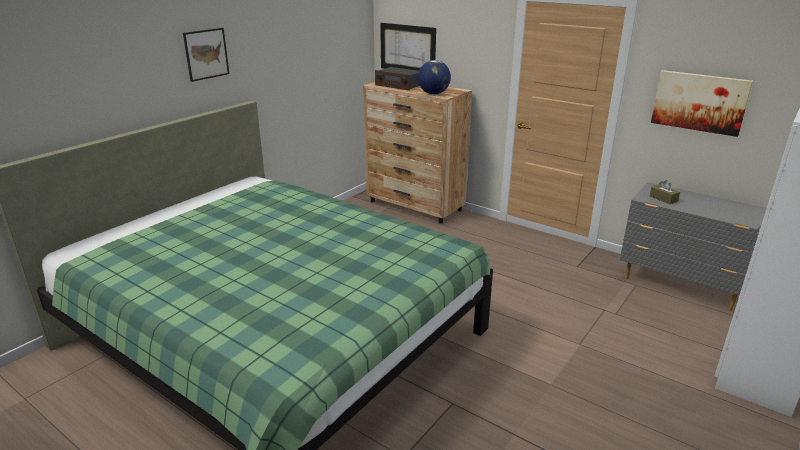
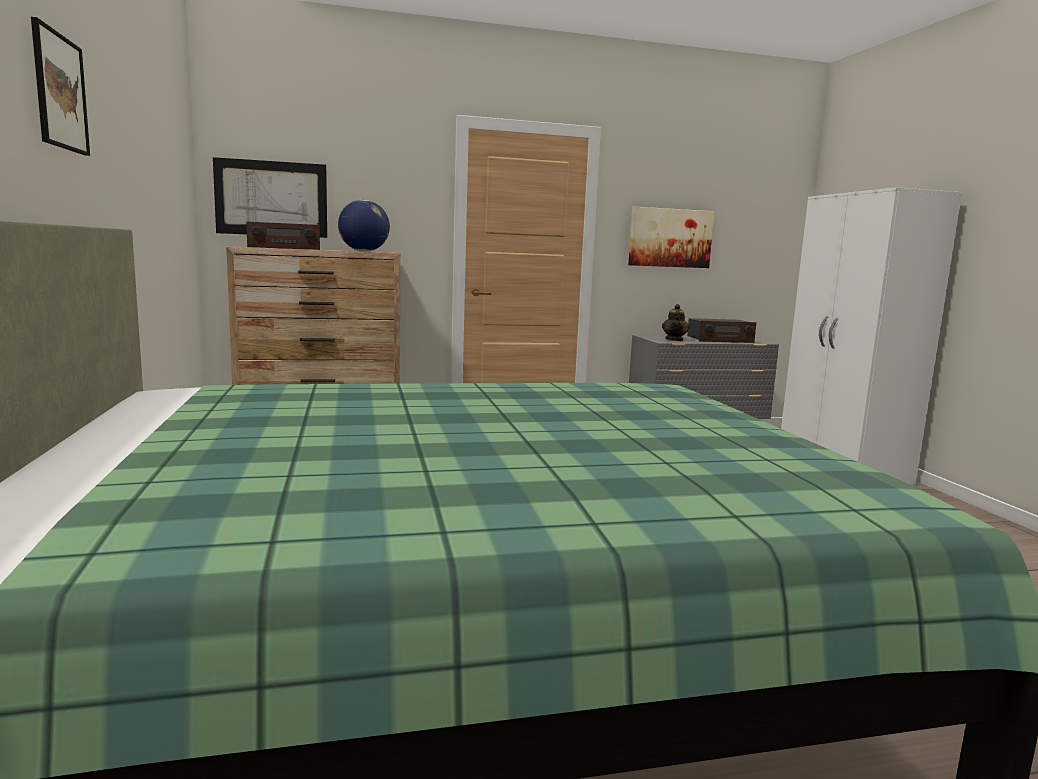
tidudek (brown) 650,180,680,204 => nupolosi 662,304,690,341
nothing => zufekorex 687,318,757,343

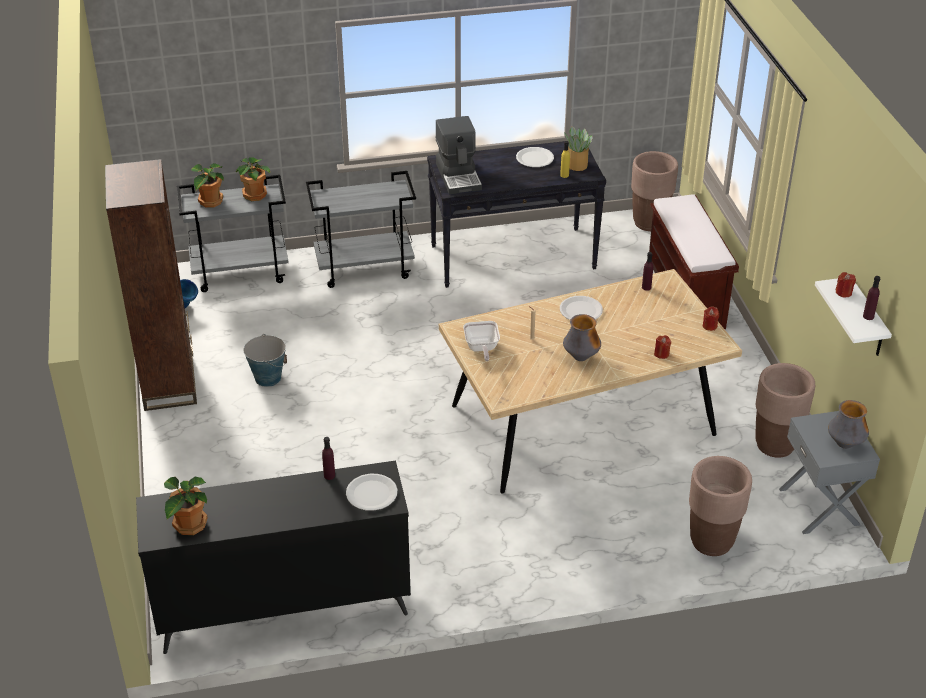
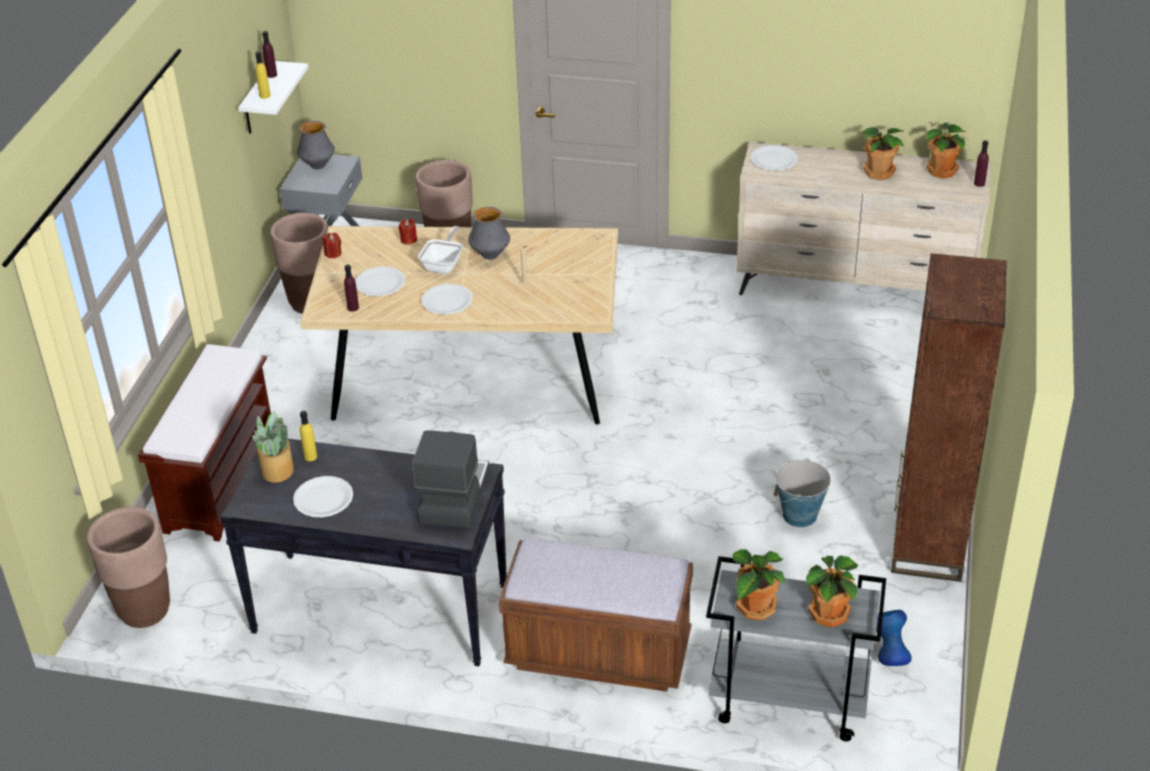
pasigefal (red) 836,272,856,297 => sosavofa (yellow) 255,51,270,99
nothing => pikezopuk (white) 355,266,405,296
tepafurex 463,321,500,361 => tepafurex 418,226,463,274, shifted
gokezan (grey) 306,171,416,288 => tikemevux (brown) 499,538,693,691
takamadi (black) 136,461,411,654 => takamadi (beige) 737,142,991,295
nothing => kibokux 859,127,904,181
sosavofa (purple) 322,437,335,480 => sosavofa (purple) 974,140,989,187, shifted

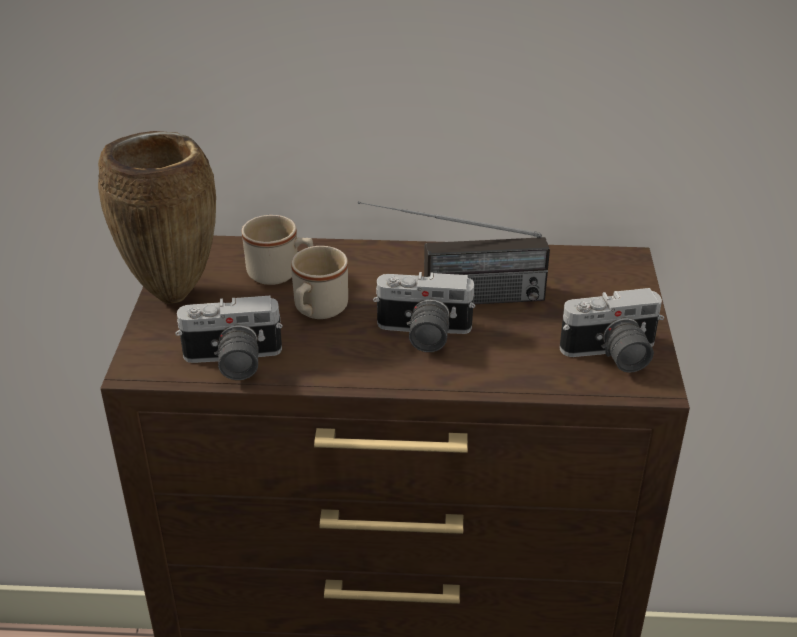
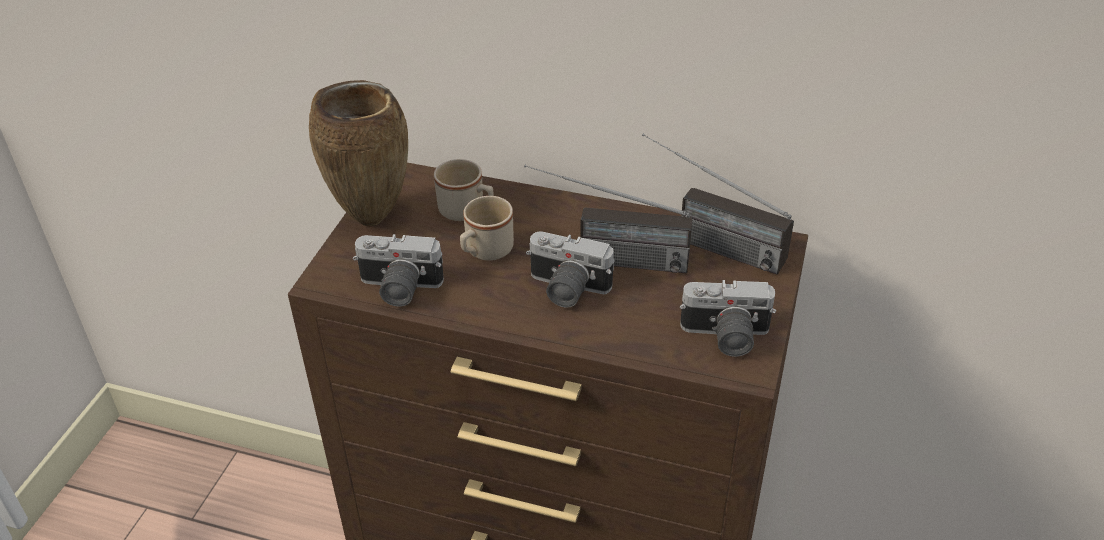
nothing => zufekorex 642,134,794,275

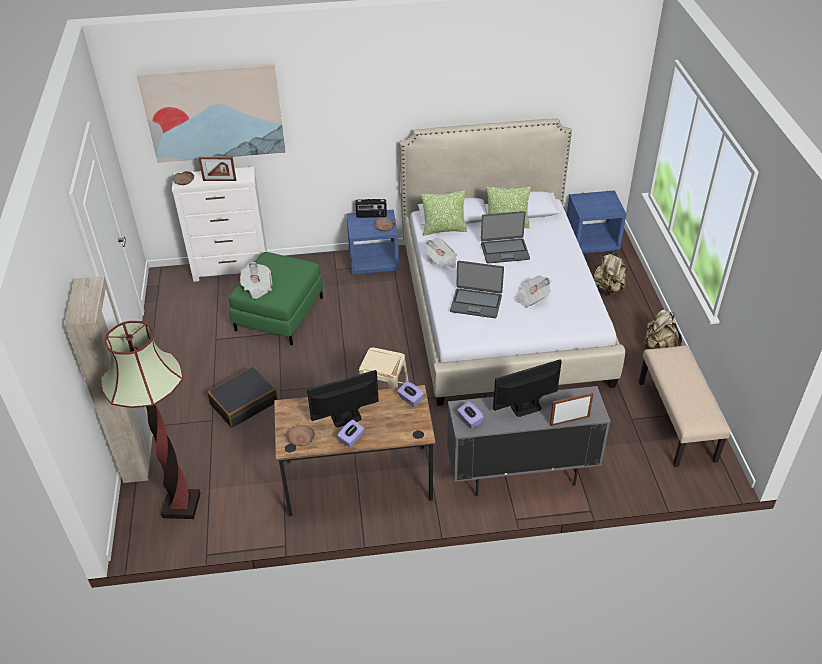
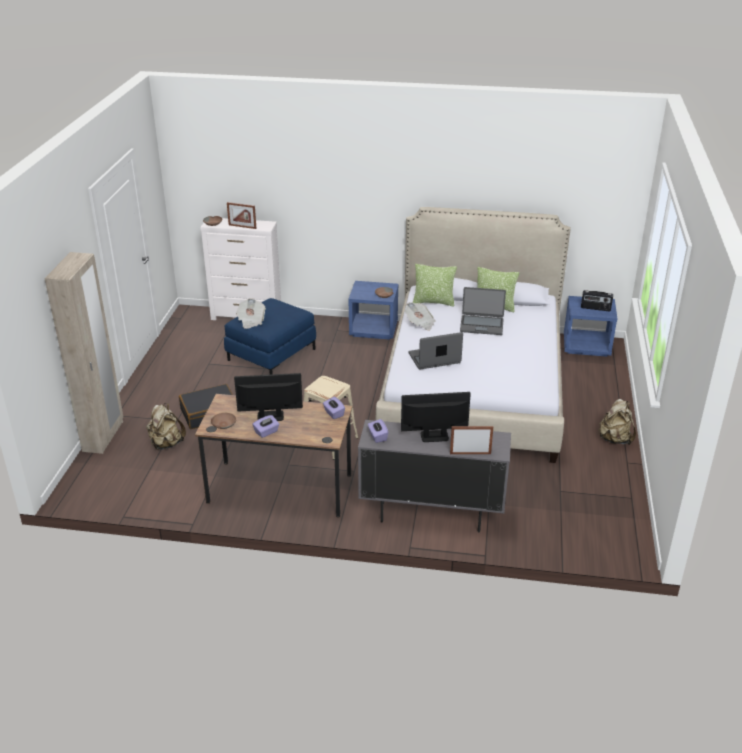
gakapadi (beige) 593,251,626,296 => gakapadi (beige) 146,403,186,450, shifted
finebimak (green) 229,252,323,345 => finebimak (blue) 224,298,316,375
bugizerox 450,261,504,318 => bugizerox 409,332,463,370, 135 degrees clockwise
zufekorex 355,199,387,218 => zufekorex 581,290,613,311, shifted
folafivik 101,321,201,519 => nothing
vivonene 137,63,285,163 => nothing
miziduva 513,275,551,308 => nothing
tikemevux (beige) 639,345,730,467 => nothing

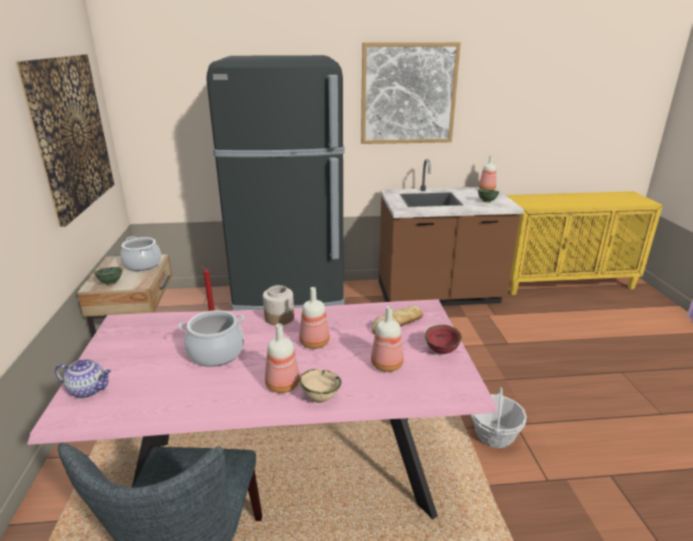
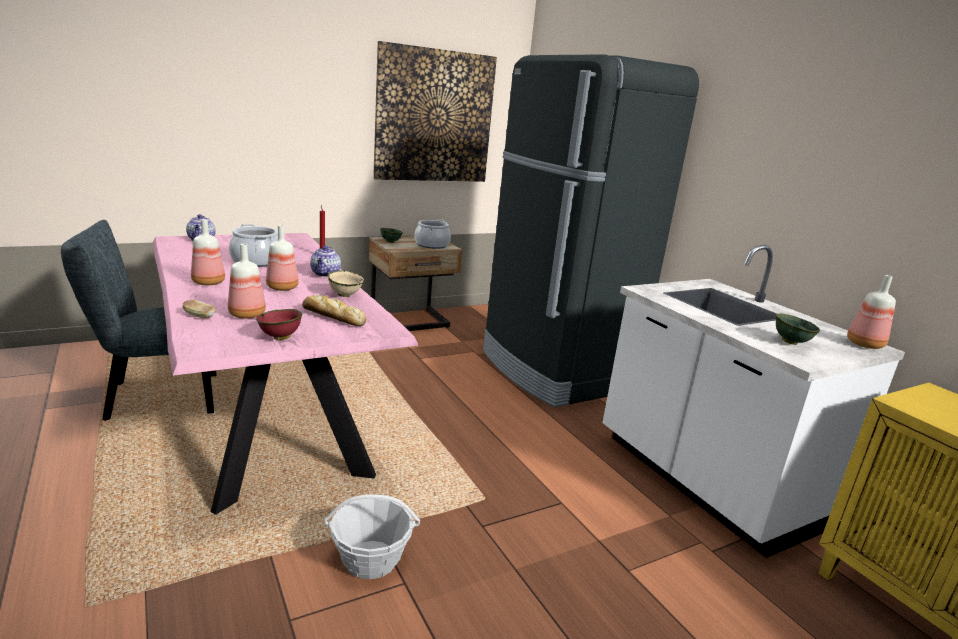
nothing => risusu 182,300,216,318
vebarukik 263,285,294,325 => nupolosi 310,246,341,277
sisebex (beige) 300,369,341,403 => sisebex (beige) 327,270,364,297, shifted
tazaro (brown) 379,159,524,306 => tazaro (white) 602,245,905,558
vivonene 361,42,461,144 => nothing

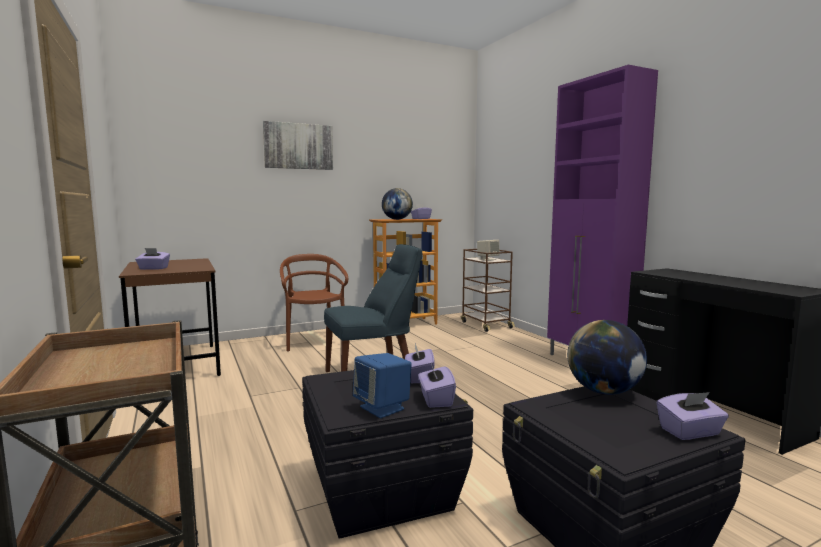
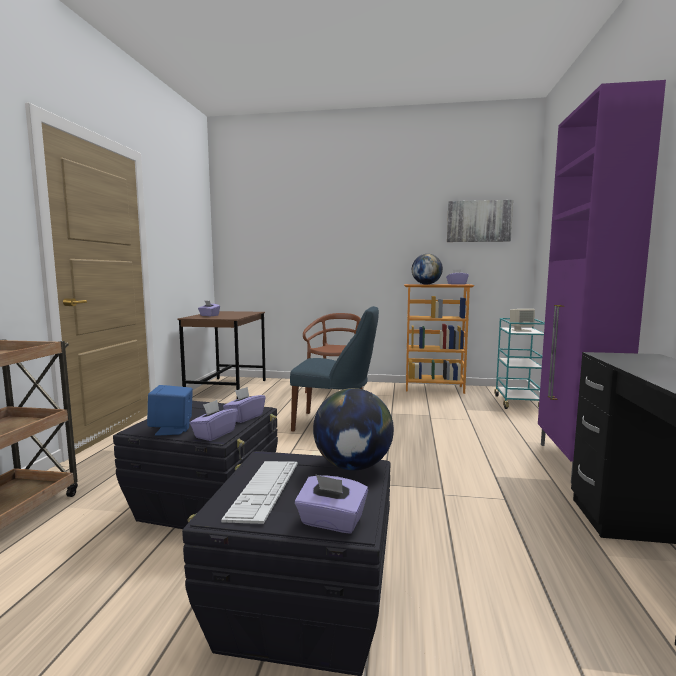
nothing => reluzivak 221,461,298,524
vivonene 263,121,333,170 => vivonene 447,200,513,242, shifted
gokezan (brown) 461,249,515,332 => gokezan (turquoise) 494,318,545,409

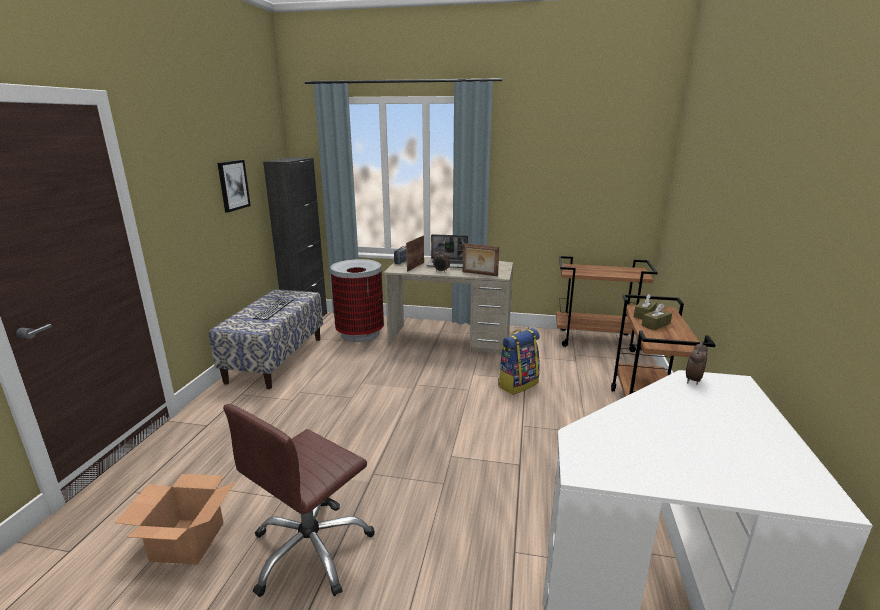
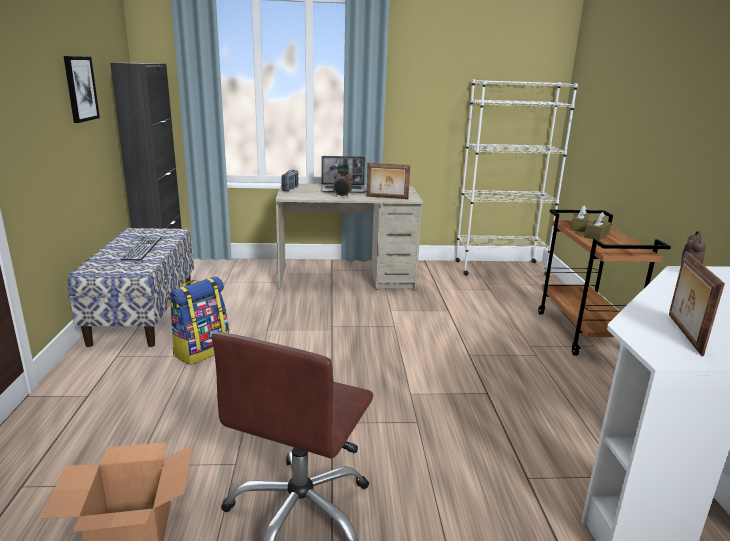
gakapadi 498,328,540,395 => gakapadi 169,277,229,365, shifted
gokezan (brown) 556,256,658,352 => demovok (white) 455,79,578,276
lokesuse 406,235,424,272 => lokesuse 669,251,725,356, shifted
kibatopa 330,259,384,342 => nothing

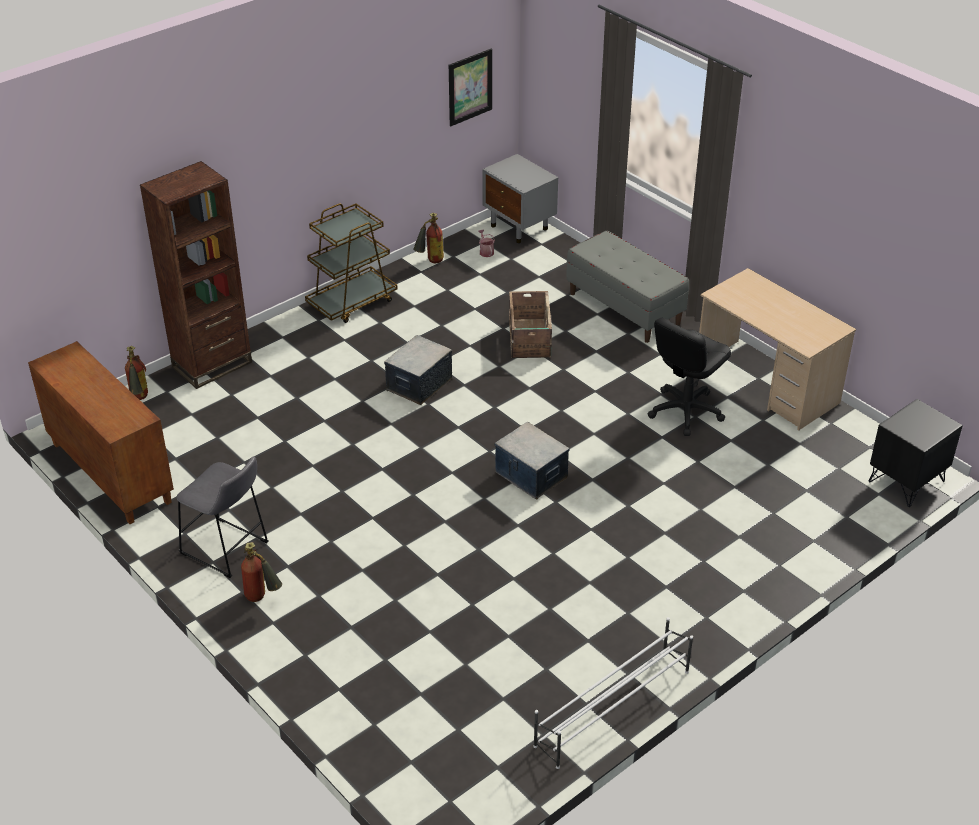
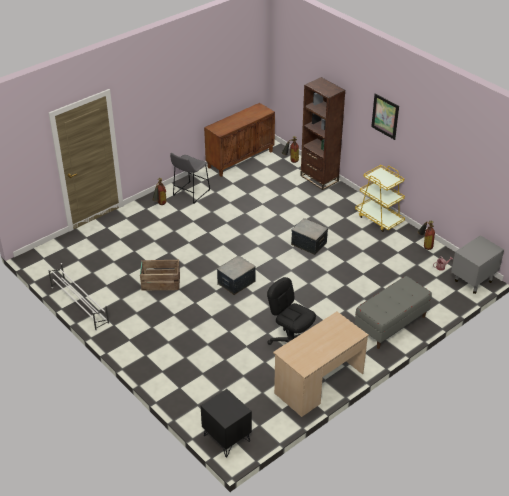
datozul 509,291,552,358 => datozul 140,260,180,291, shifted
gokezan (brown) 305,203,398,323 => gokezan (yellow) 355,165,405,232
vivonene 449,49,492,126 => vivonene 371,93,399,140, shifted

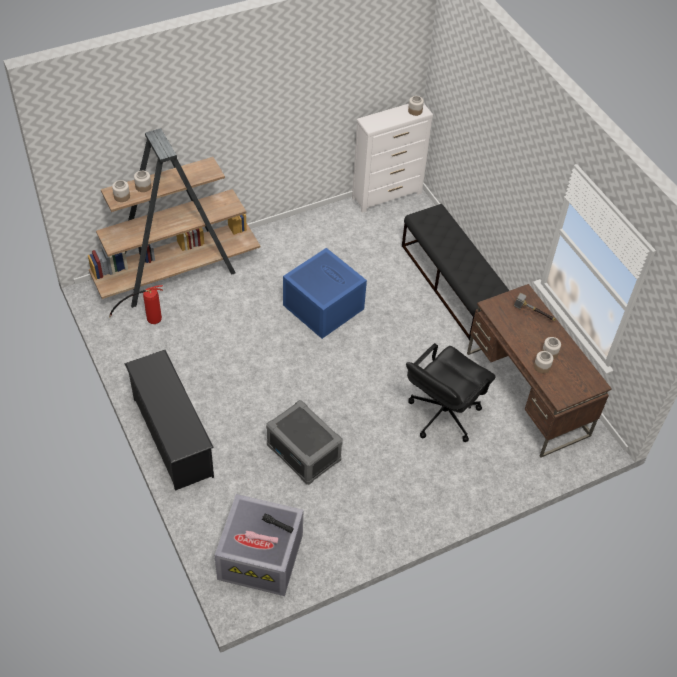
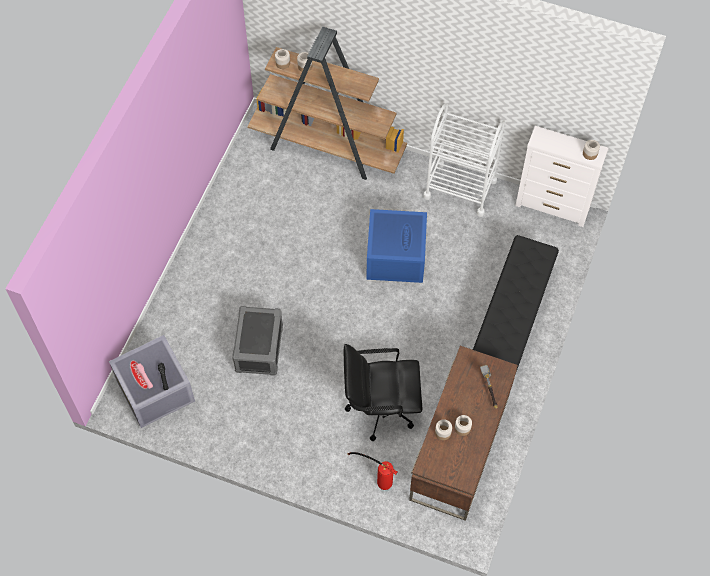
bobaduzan 109,285,163,324 => bobaduzan 347,452,397,490, shifted
nothing => gokezan (white) 423,103,505,217
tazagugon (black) 125,350,214,491 => nothing

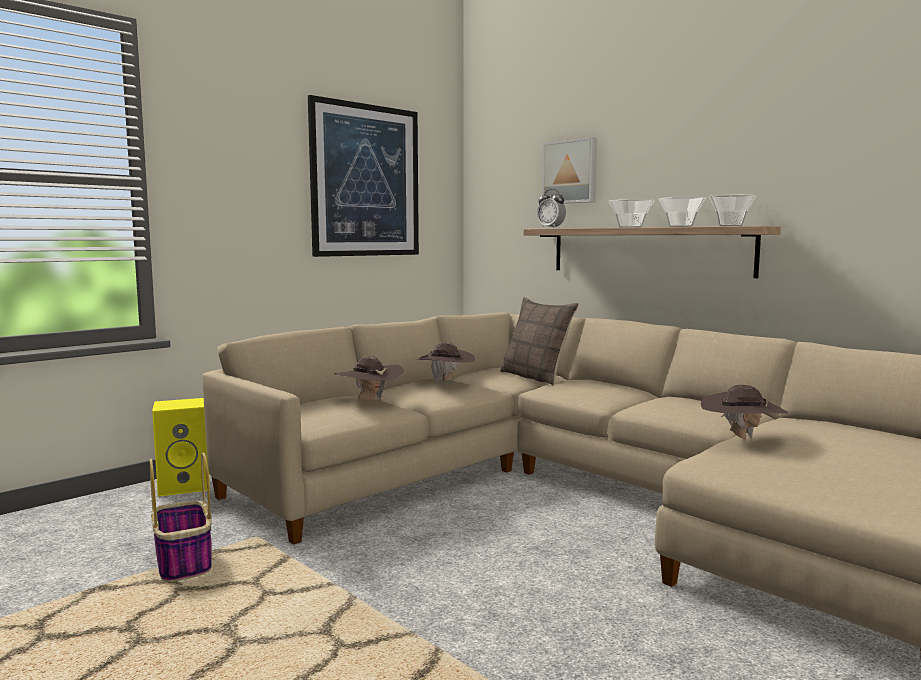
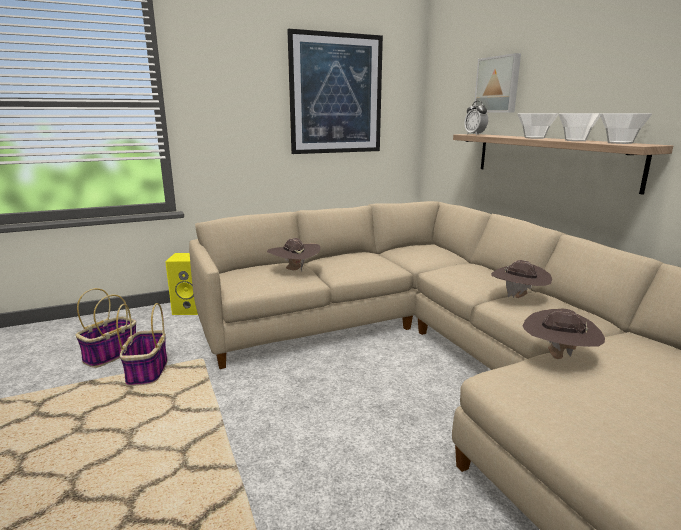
nothing => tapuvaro 76,288,136,368
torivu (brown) 416,342,475,383 => torivu (brown) 491,260,552,298, shifted
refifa 500,297,579,385 => nothing

